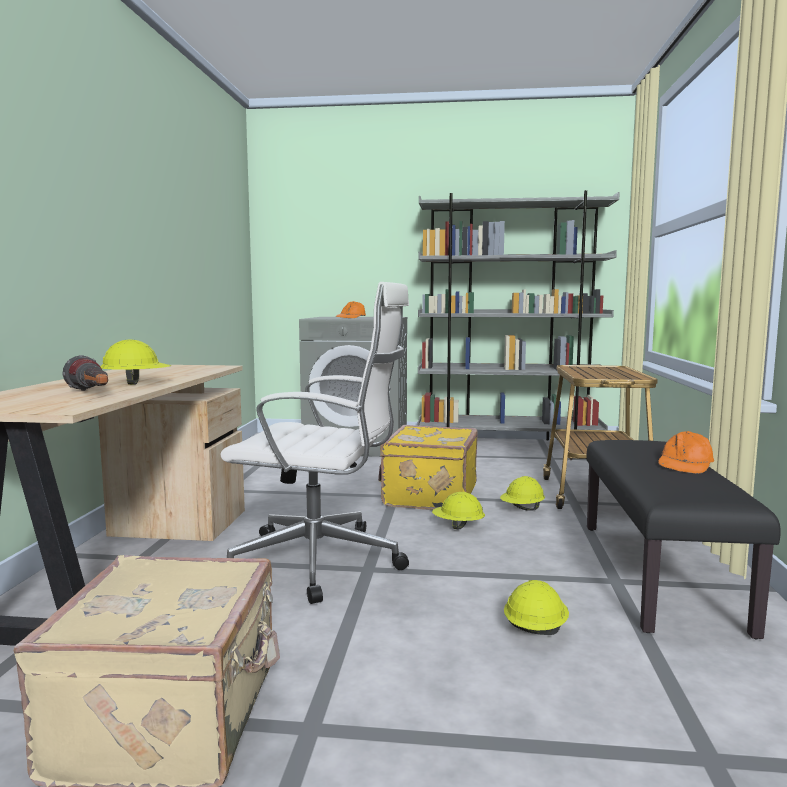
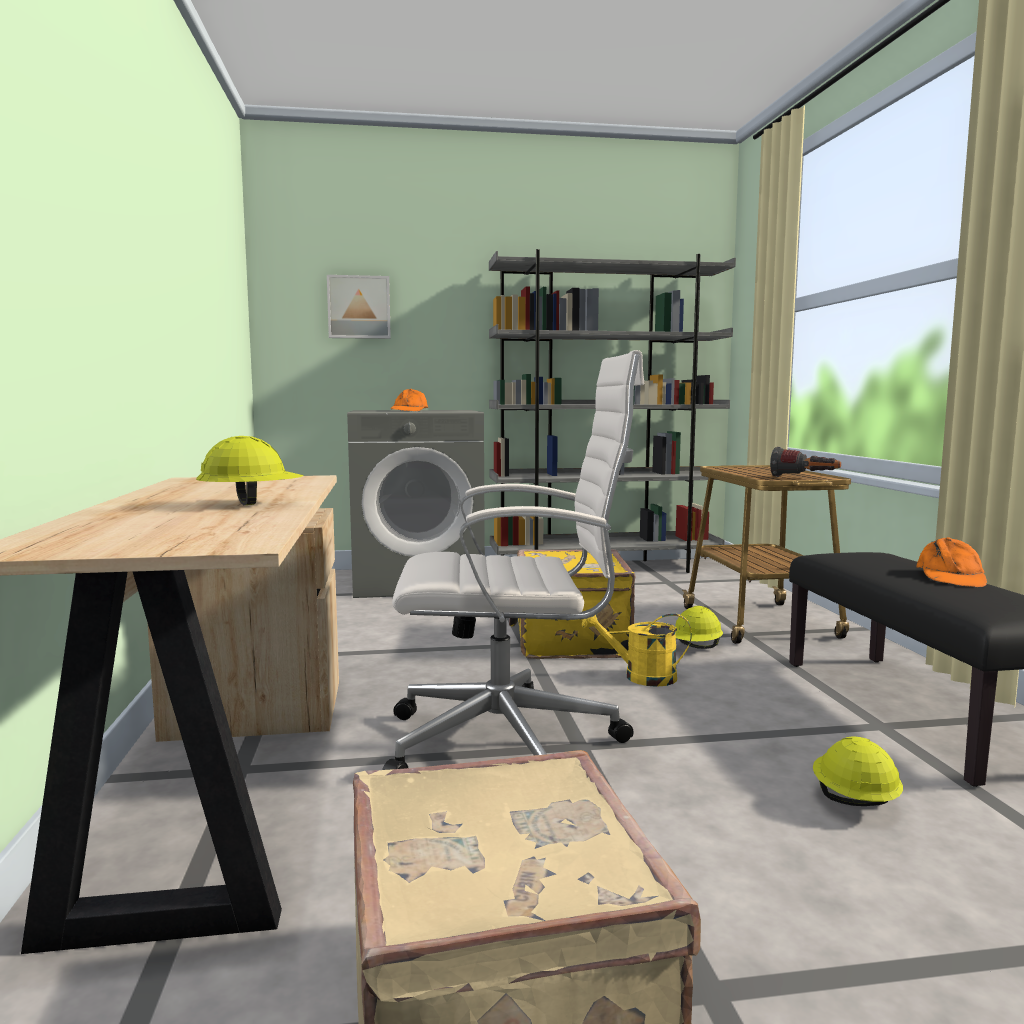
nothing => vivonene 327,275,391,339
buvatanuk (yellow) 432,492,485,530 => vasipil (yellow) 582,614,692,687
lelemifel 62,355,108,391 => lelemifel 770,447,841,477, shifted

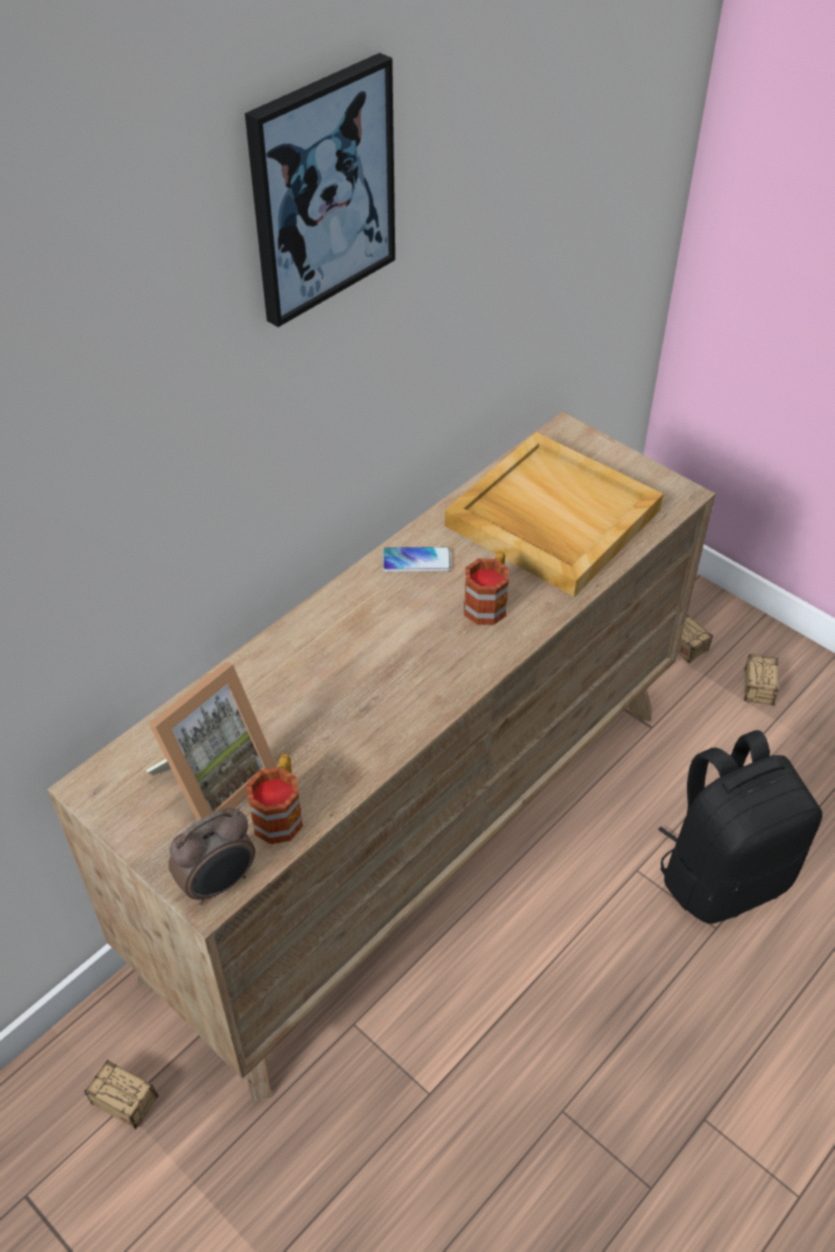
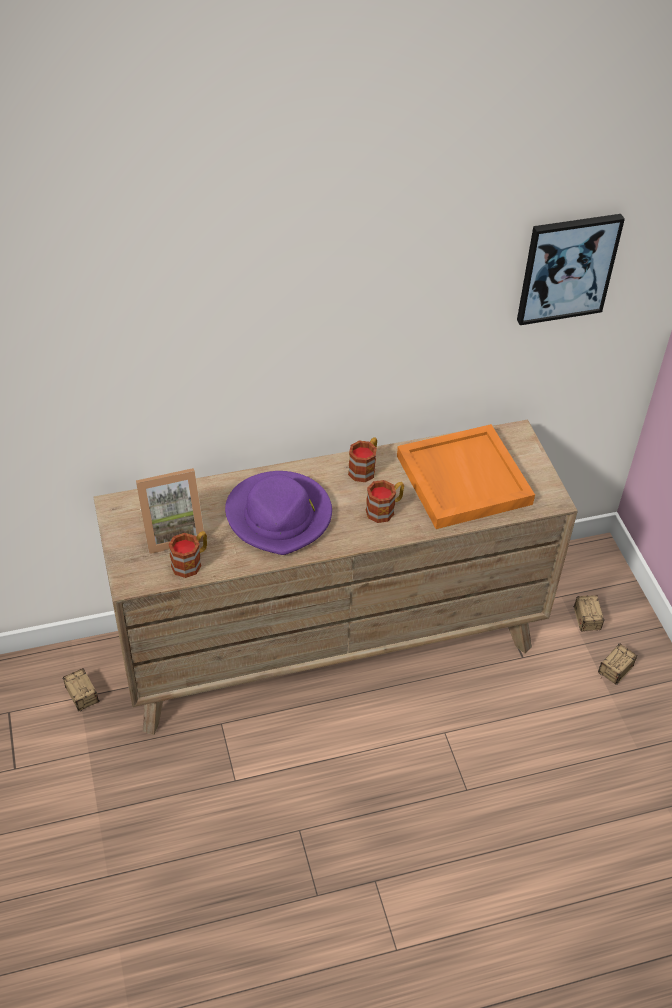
nothing => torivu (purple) 225,471,332,555
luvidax 383,547,451,572 => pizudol 348,437,377,482
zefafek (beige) 445,432,663,597 => zefafek (orange) 397,424,535,529
vivonene 245,53,395,327 => vivonene 517,214,625,325, shifted
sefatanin 168,808,255,905 => nothing
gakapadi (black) 658,730,822,924 => nothing

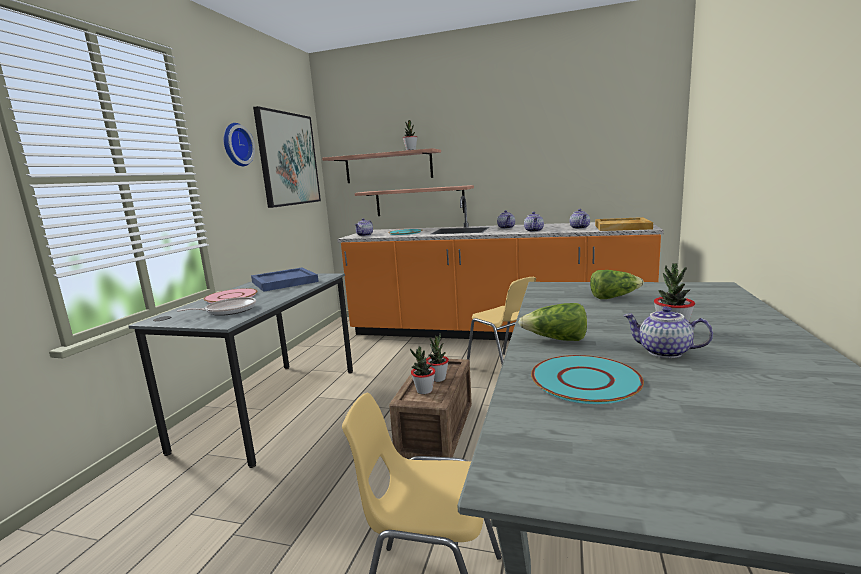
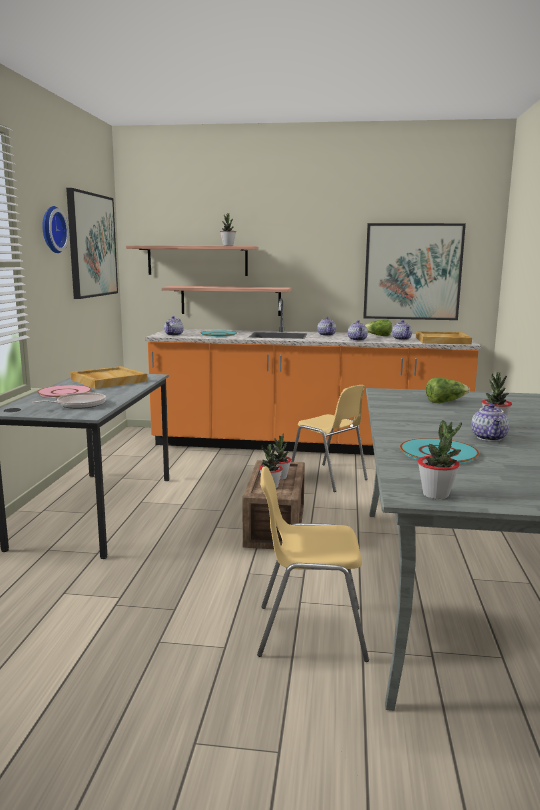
zefafek (blue) 251,267,319,292 => zefafek (beige) 70,366,148,389
nothing => vivonene 363,223,466,320
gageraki 518,303,587,341 => gageraki 365,320,392,336, shifted
nothing => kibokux 418,420,462,499
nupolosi 623,307,713,358 => nupolosi 471,404,509,441, 105 degrees counterclockwise

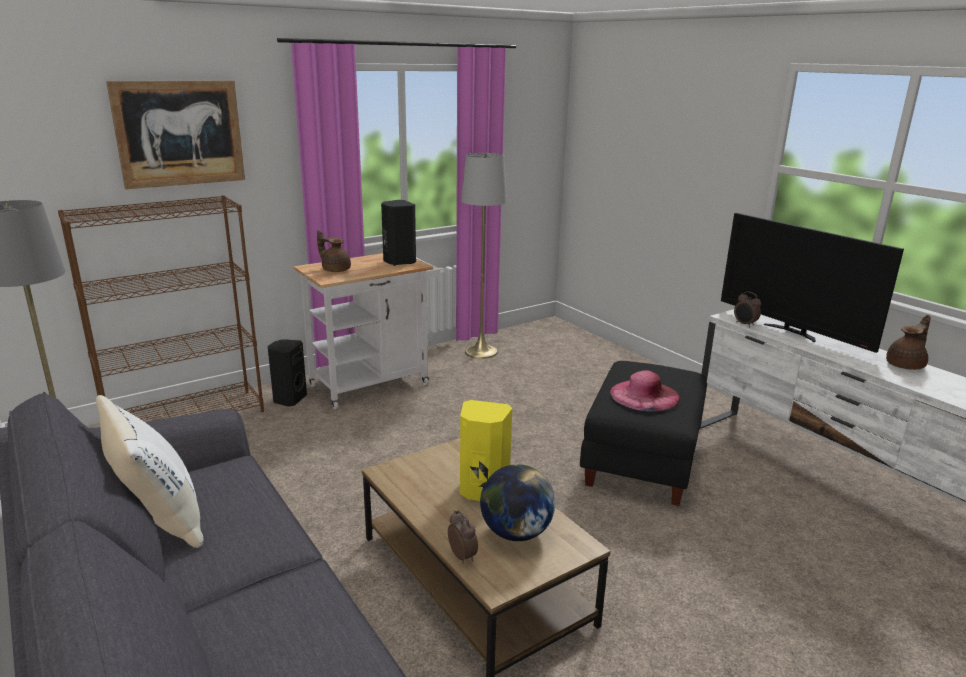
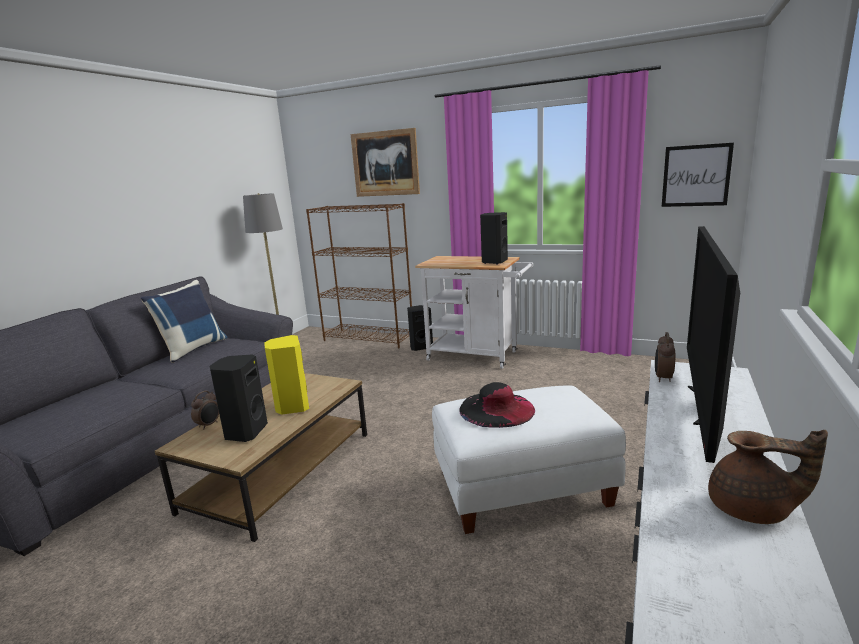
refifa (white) 96,395,204,548 => refifa (blue) 141,280,228,363
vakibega 480,464,555,541 => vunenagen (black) 210,354,268,442
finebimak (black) 580,361,706,506 => finebimak (white) 432,385,626,534
torivu (pink) 610,370,680,412 => torivu (black) 459,382,535,428
nothing => vivonene 662,143,734,207
nupolosi (brown) 317,230,351,272 => nothing
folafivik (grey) 461,153,507,359 => nothing

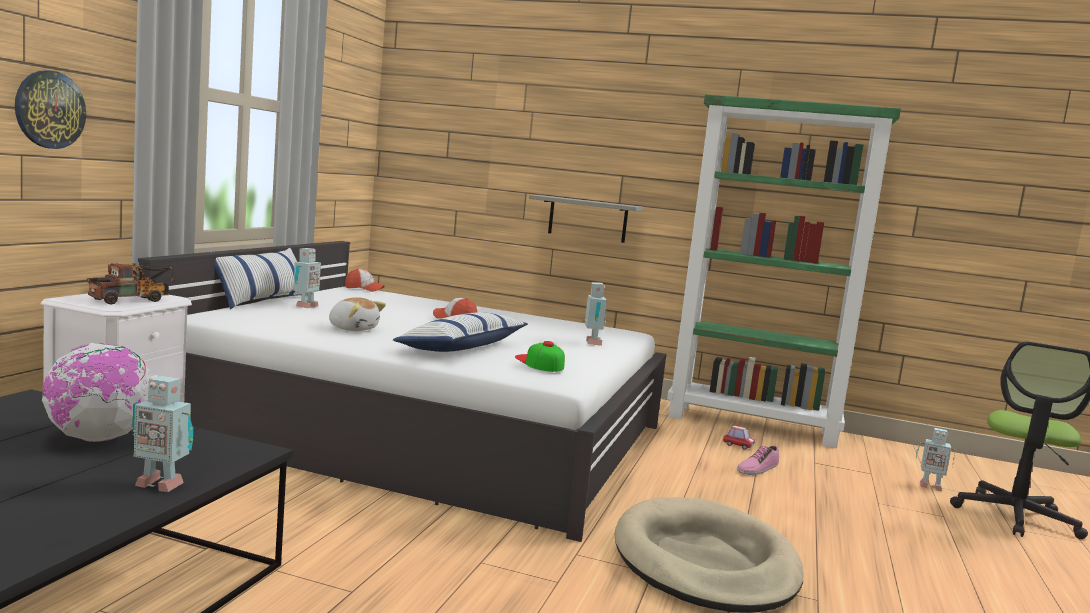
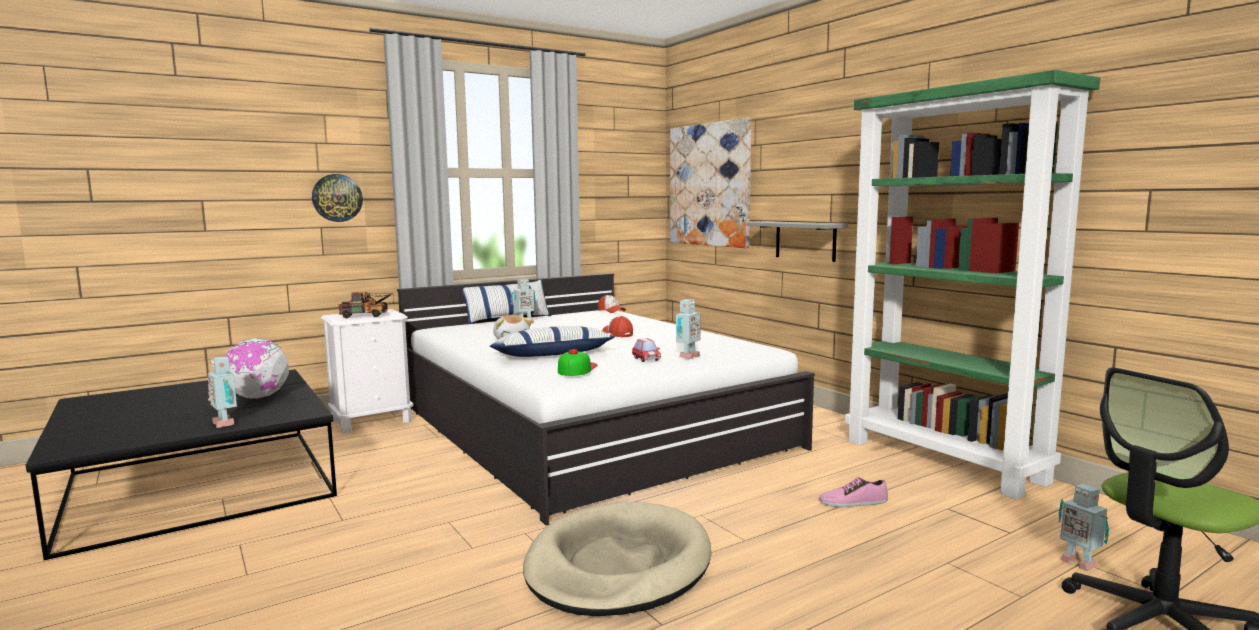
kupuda 723,425,755,449 => kupuda 632,338,661,362, shifted
nothing => vivonene 670,117,751,248

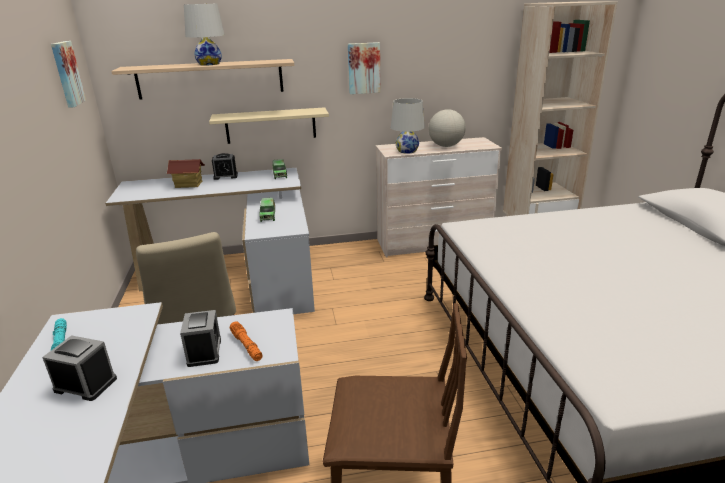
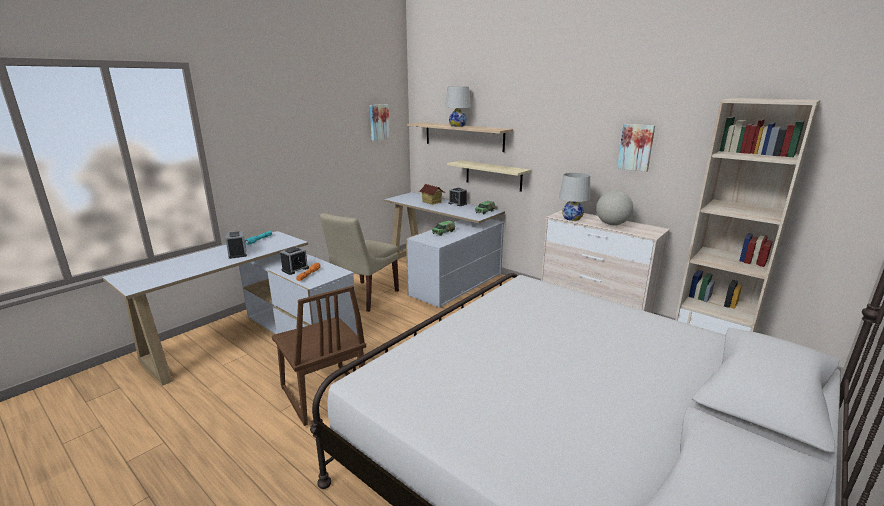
vivonene 348,42,381,94 => vivonene 617,124,655,172, shifted

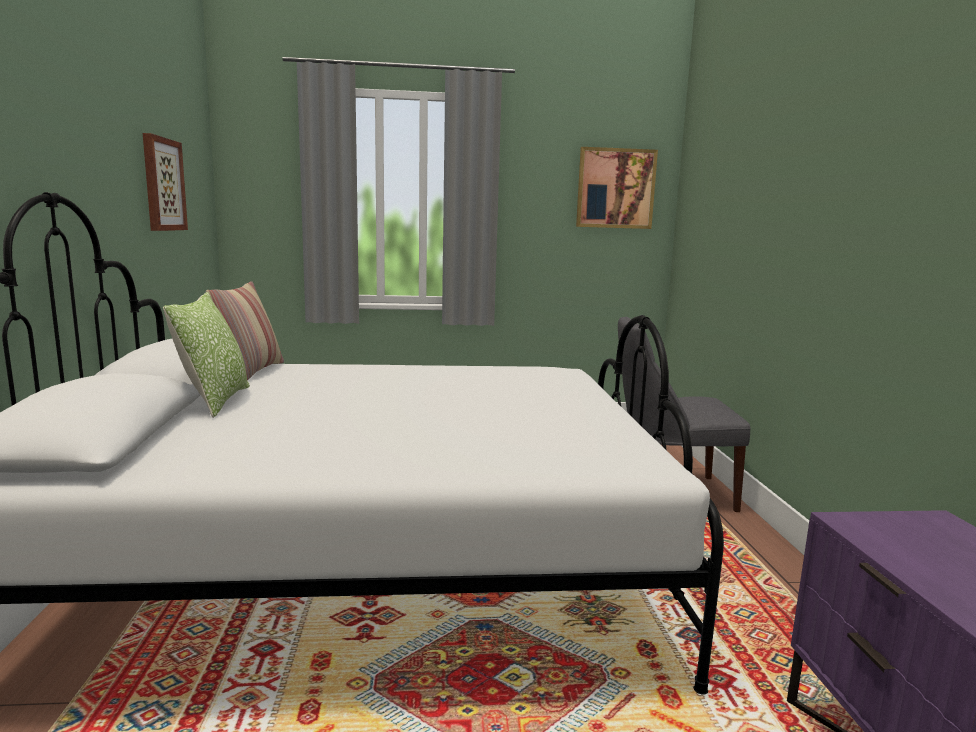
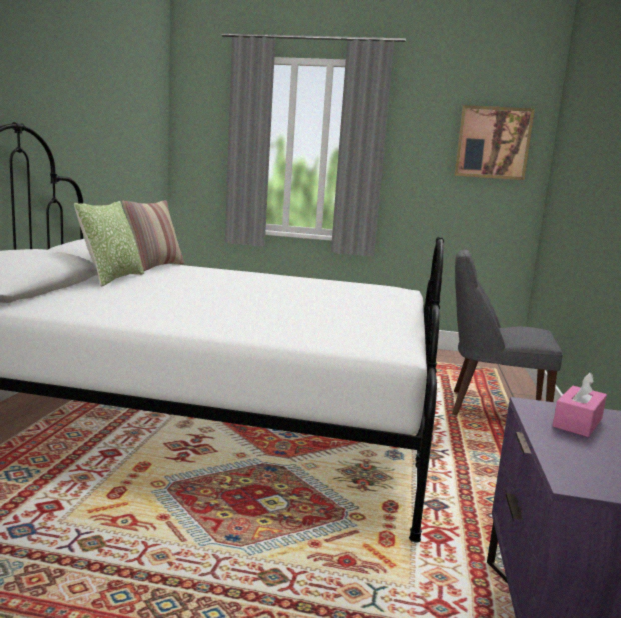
nothing => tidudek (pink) 553,373,607,437
vivonene 143,133,188,231 => nothing

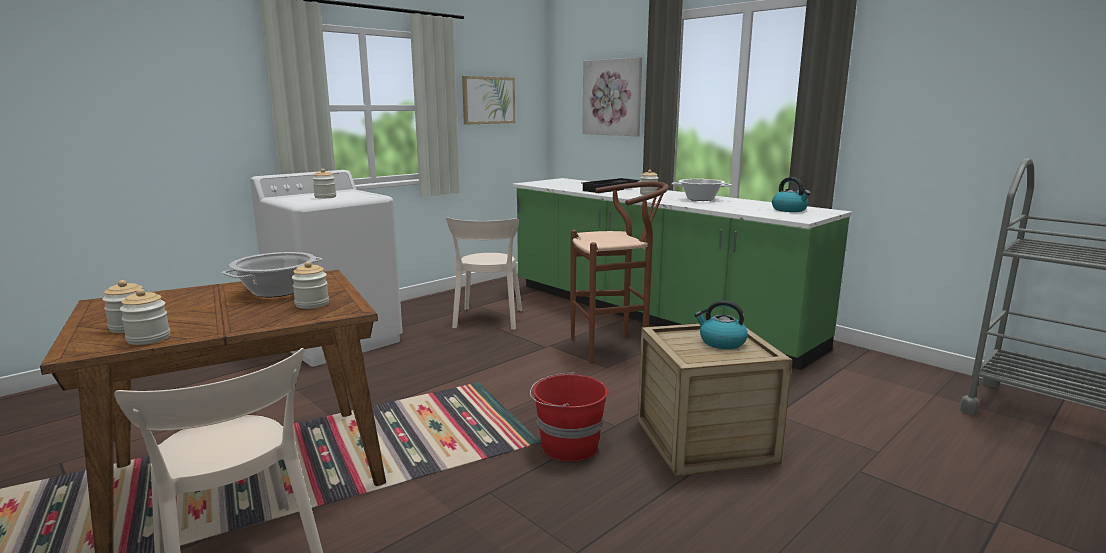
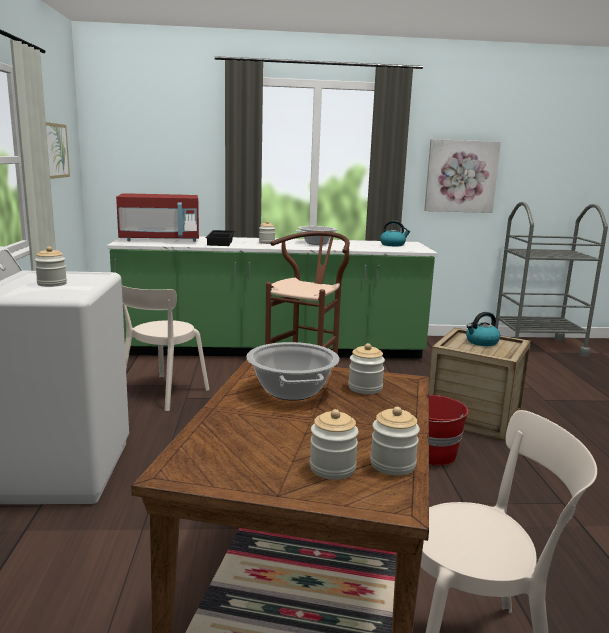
nothing => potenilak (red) 116,193,199,242
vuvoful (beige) 446,217,522,330 => vuvoful (beige) 122,286,209,412, 75 degrees clockwise
vivonene 582,57,642,136 => vivonene 424,139,501,213, shifted

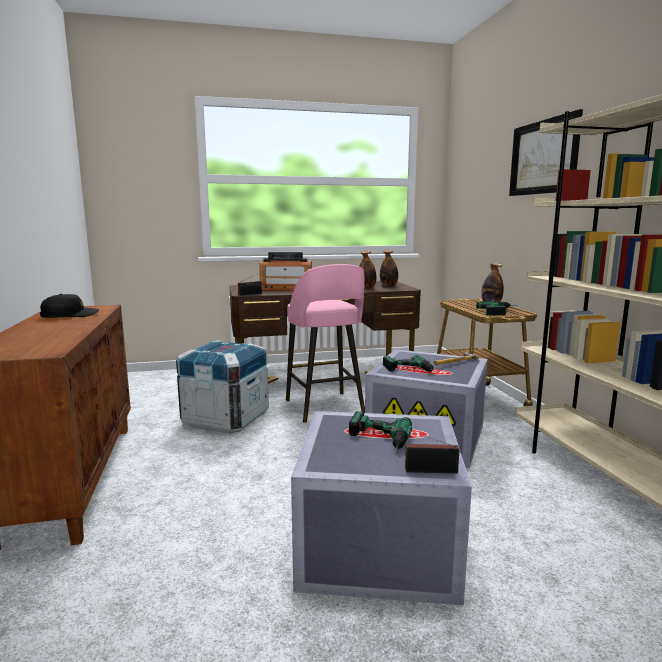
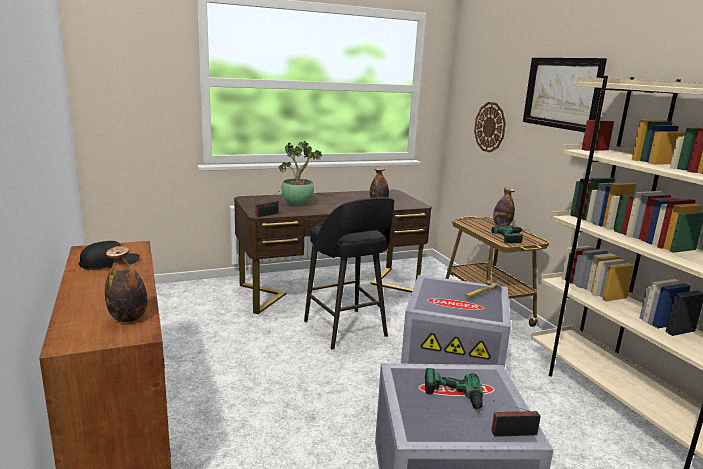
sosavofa 380,250,398,287 => sosavofa 105,246,148,322, shifted
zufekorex 259,252,312,291 => kibokux 278,141,322,205
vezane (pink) 286,264,365,423 => vezane (black) 304,197,394,350
nothing => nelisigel 474,102,506,153
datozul 176,340,269,434 => nothing
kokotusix 383,355,436,373 => nothing

